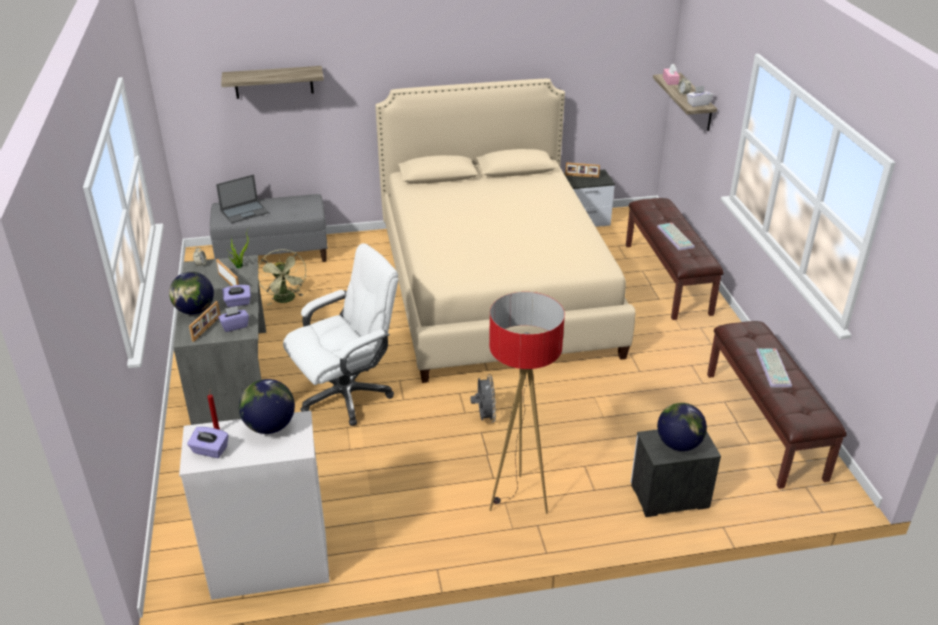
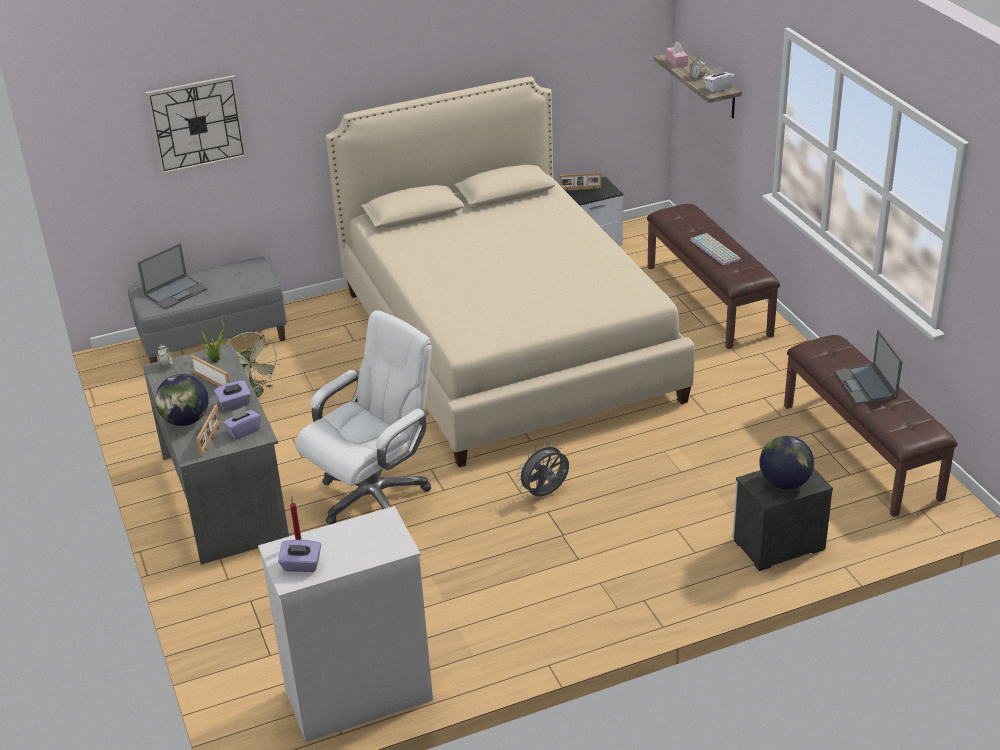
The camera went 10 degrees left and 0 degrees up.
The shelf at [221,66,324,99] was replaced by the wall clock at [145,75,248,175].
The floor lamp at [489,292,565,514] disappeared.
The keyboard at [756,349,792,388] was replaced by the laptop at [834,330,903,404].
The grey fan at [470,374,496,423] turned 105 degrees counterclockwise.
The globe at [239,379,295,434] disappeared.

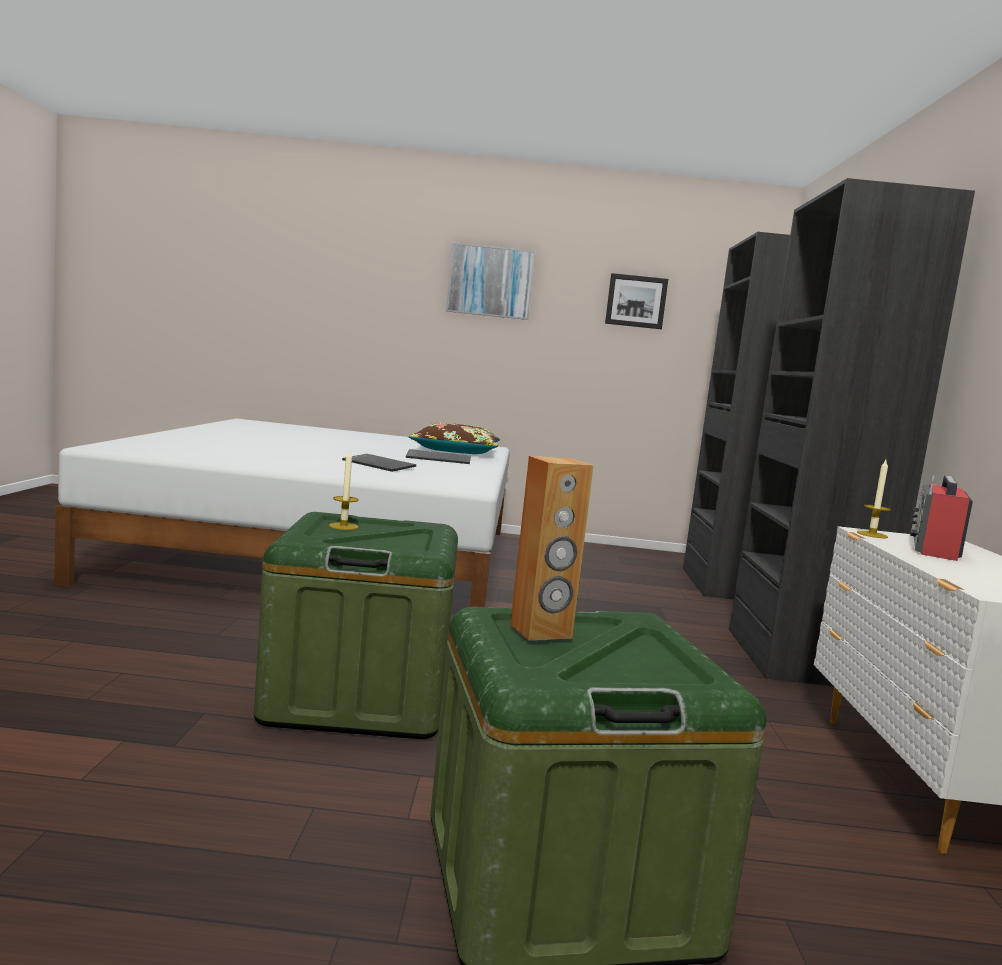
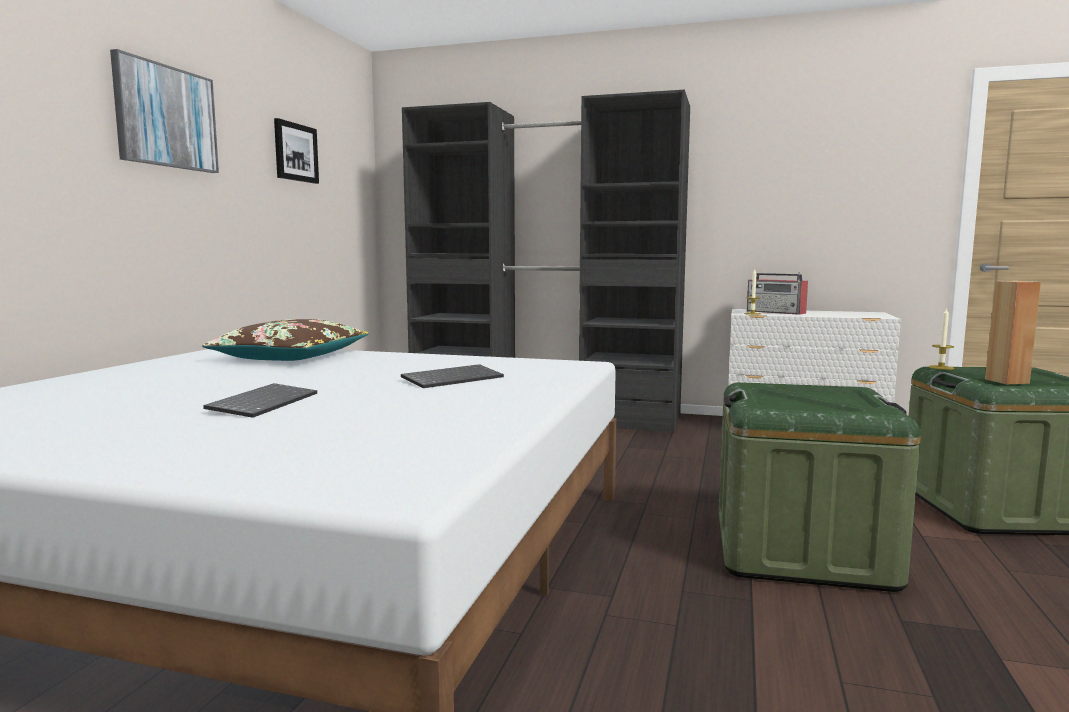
The camera went 75 degrees left and 0 degrees up.
The candle moved from [329,449,359,530] to [928,308,954,370].
The keyboard moved from [406,449,471,464] to [204,383,317,418].

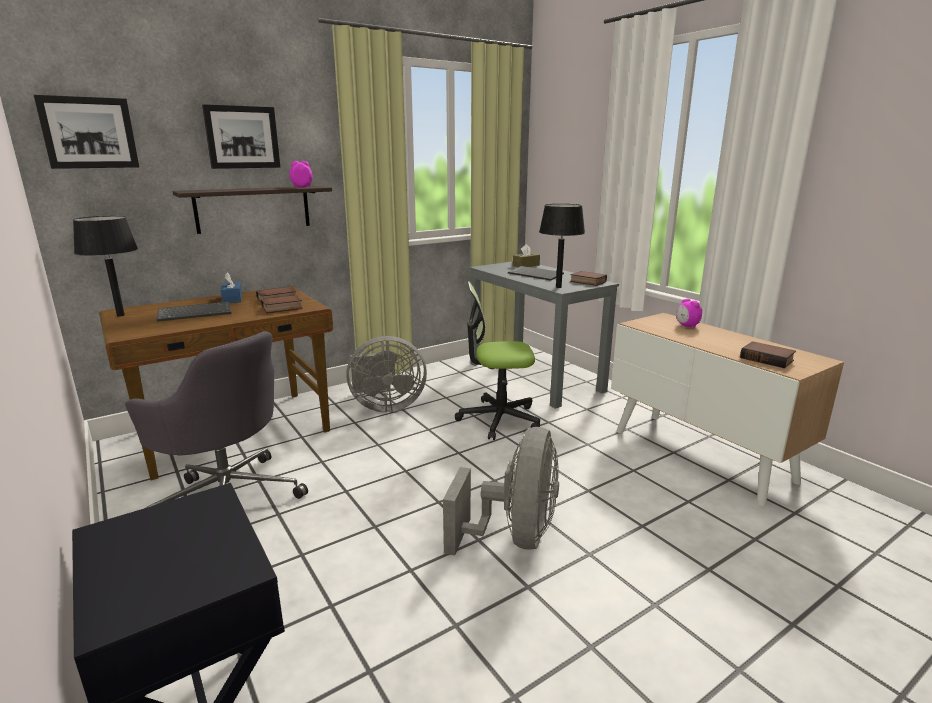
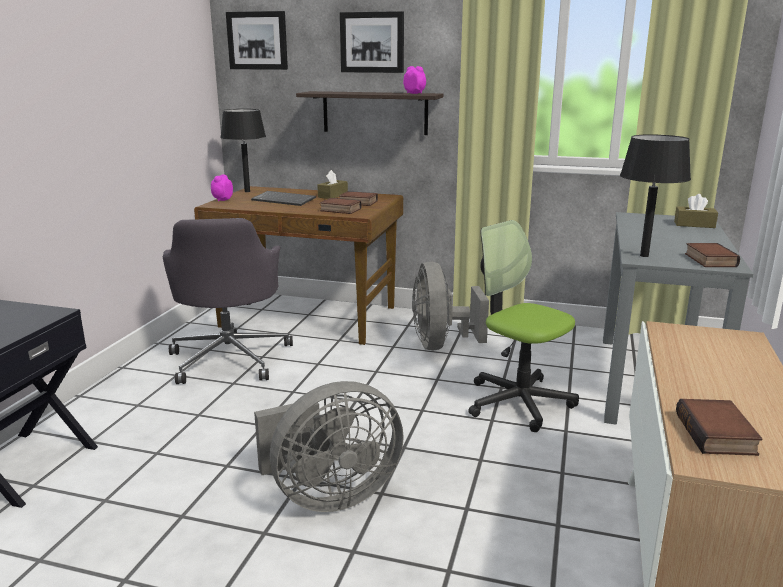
The camera went 50 degrees right and 0 degrees up.
The keyboard at [508,266,564,281] disappeared.
The blue tissue box at [221,273,242,303] became the brown tissue box at [317,170,348,199].
The alarm clock moved from [676,299,702,328] to [211,174,233,201].
The grey fan at [346,336,427,412] turned 45 degrees clockwise.

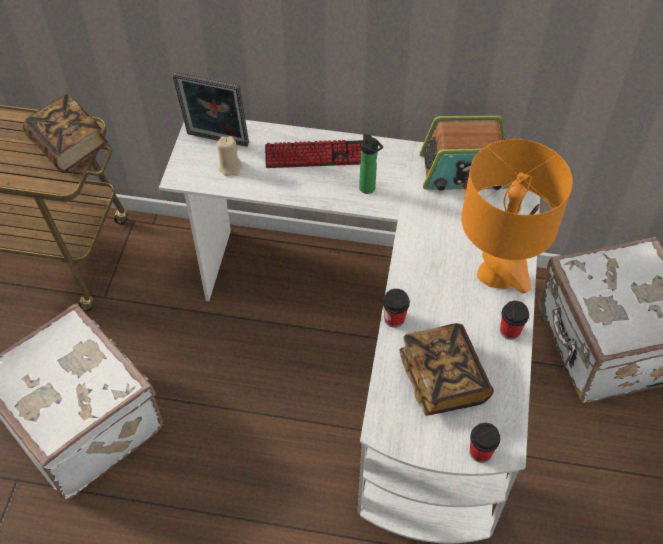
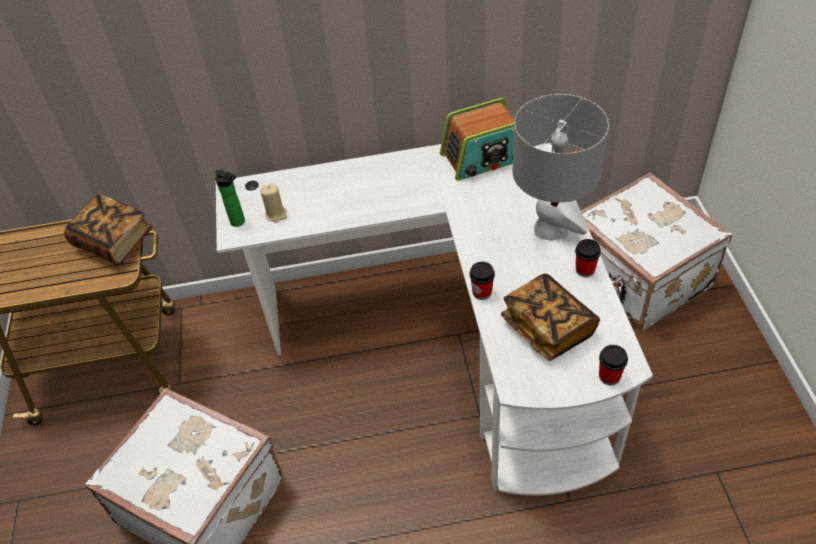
The camera went 15 degrees left and 5 degrees down.
The picture frame at [173,72,249,147] disappeared.
The bottle moved from [359,134,383,194] to [215,170,245,227].
The orange table lamp at [461,139,573,294] became the grey table lamp at [512,94,609,241].
The keyboard at [265,140,362,168] disappeared.

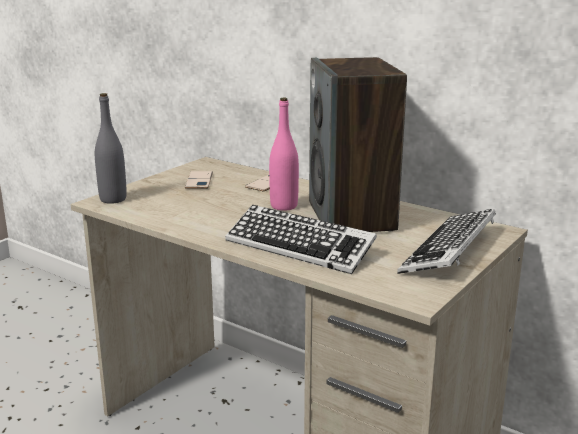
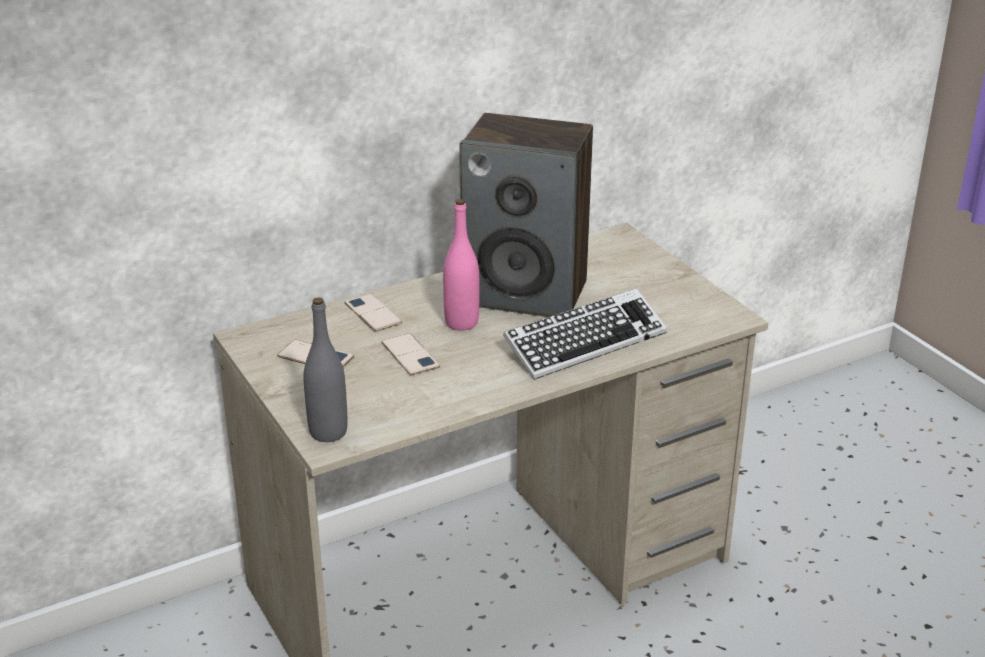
The camera went 65 degrees left and 10 degrees up.
The keyboard at [397,209,496,274] disappeared.
The phone at [382,333,440,376] appeared.

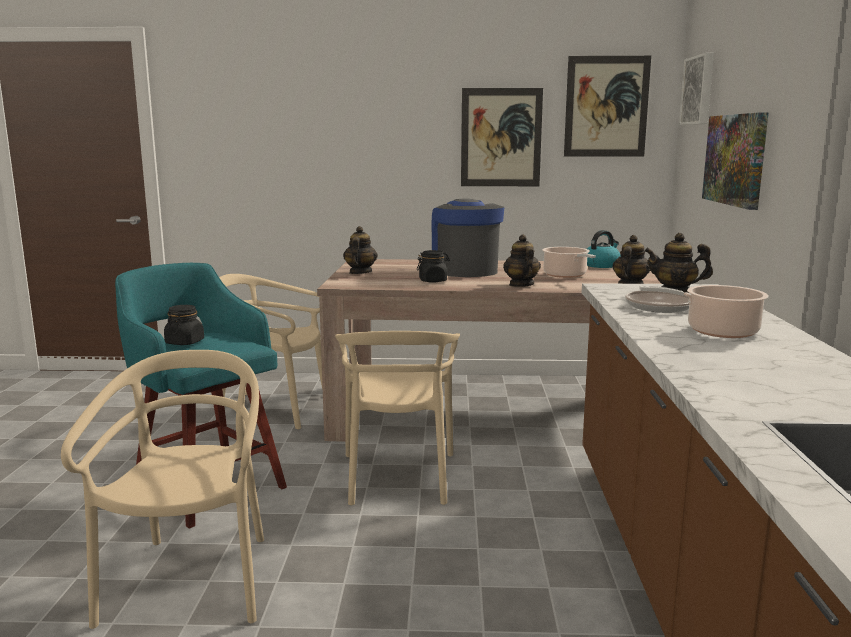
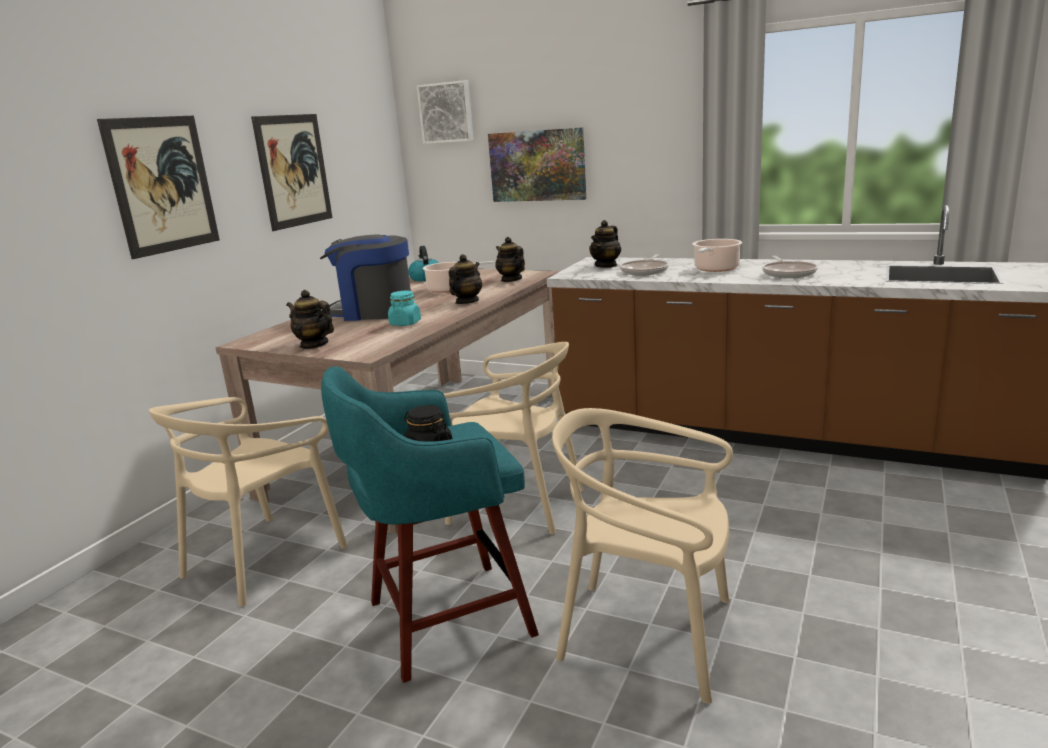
The camera went 65 degrees left and 5 degrees up.
The picture moved from [564,56,651,157] to [97,116,220,259].
The teapot at [503,234,541,287] turned 105 degrees clockwise.
The black jar at [417,250,450,283] became the turquoise jar at [388,290,421,326].
The frying pan at [762,256,818,278] appeared.

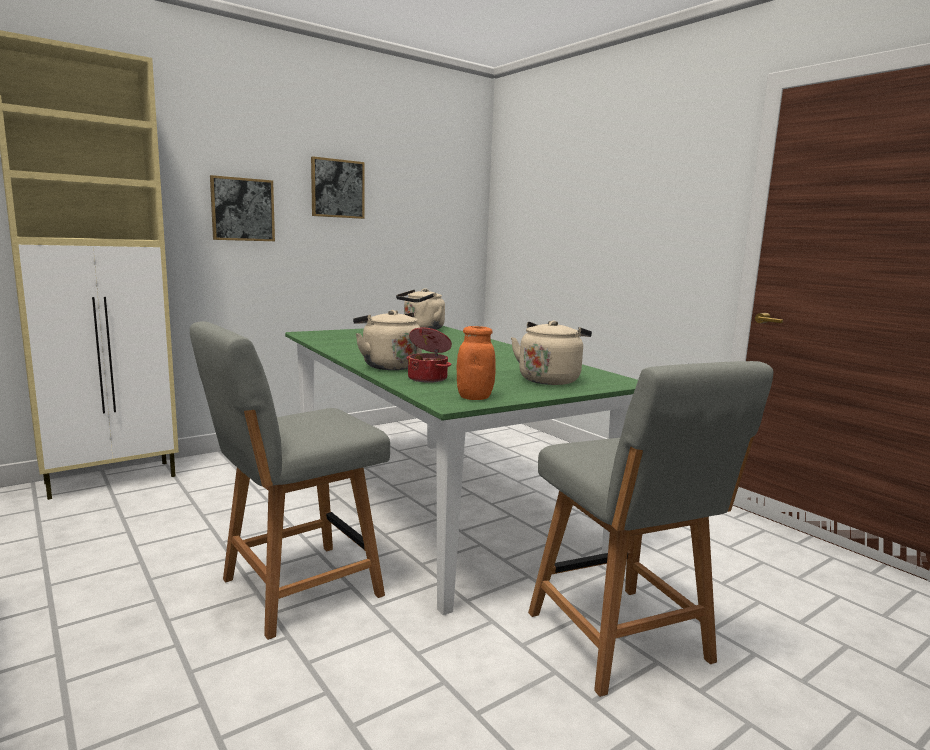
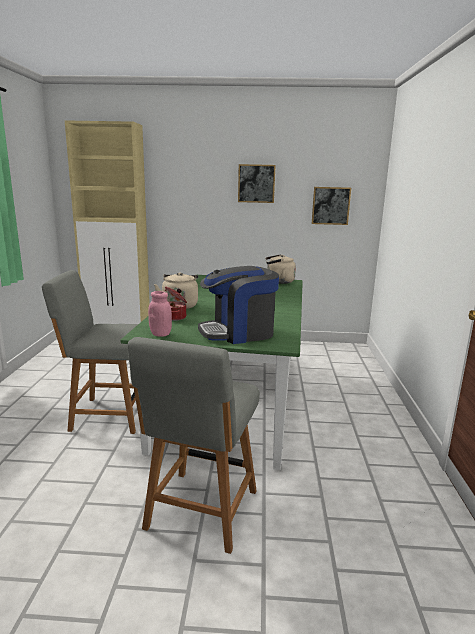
The camera went 40 degrees right and 5 degrees up.
The picture moved from [210,175,275,241] to [312,187,351,225].
The beige kettle at [511,321,592,385] was replaced by the coffee machine at [198,266,279,344].
The orange jar at [457,326,496,400] became the pink jar at [148,291,172,337].

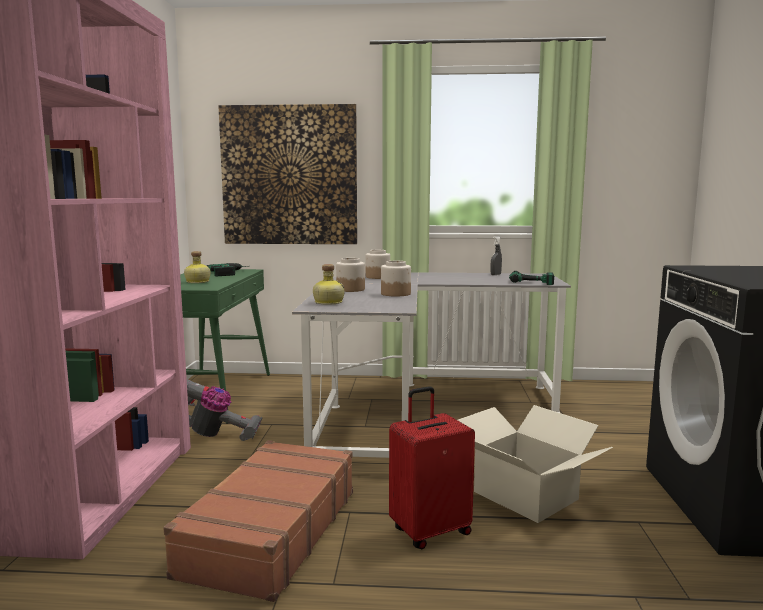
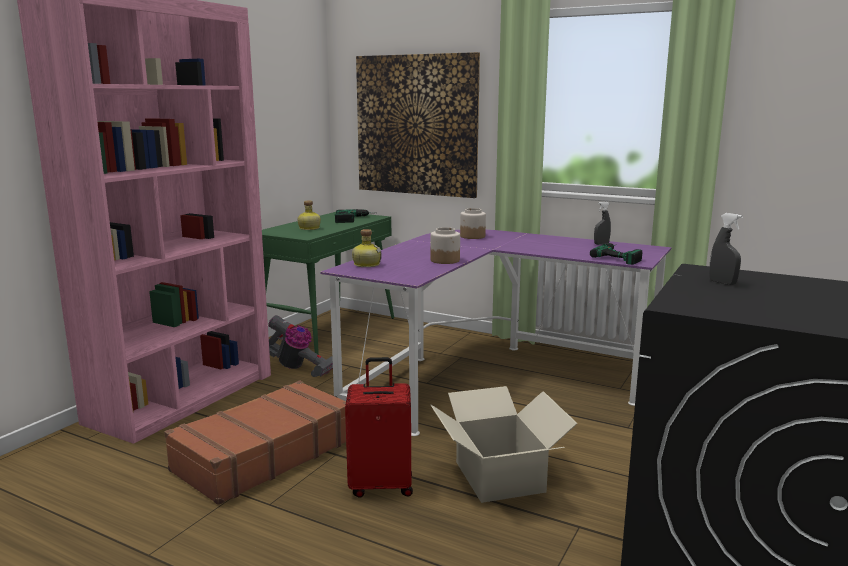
The camera went 25 degrees right and 5 degrees up.
The jar at [336,258,365,292] disappeared.
The grey desk at [292,272,571,458] became the purple desk at [320,230,671,436].
The grey spray bottle at [710,213,743,285] appeared.

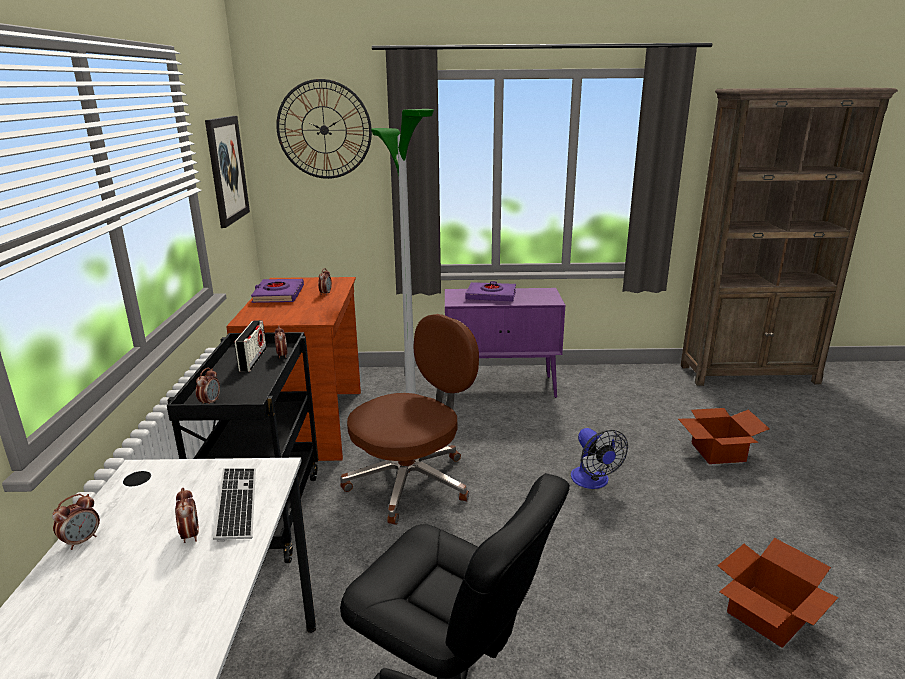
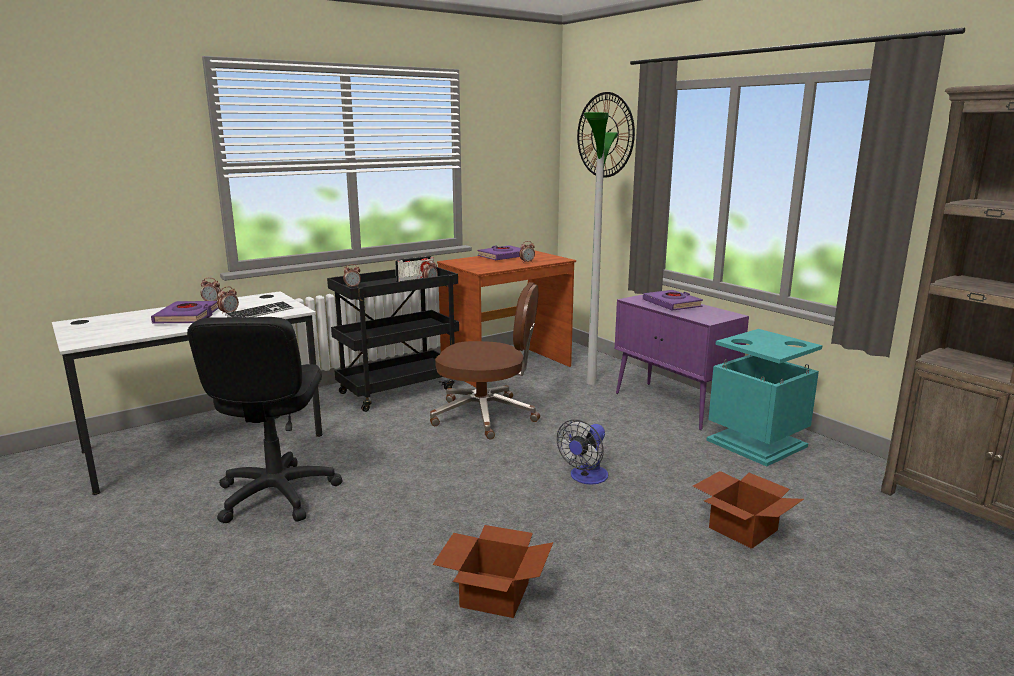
The camera went 55 degrees right and 5 degrees down.
The picture at [205,116,250,228] disappeared.
The purple book at [151,301,219,323] appeared.
The turquoise trash can at [706,329,822,467] appeared.

